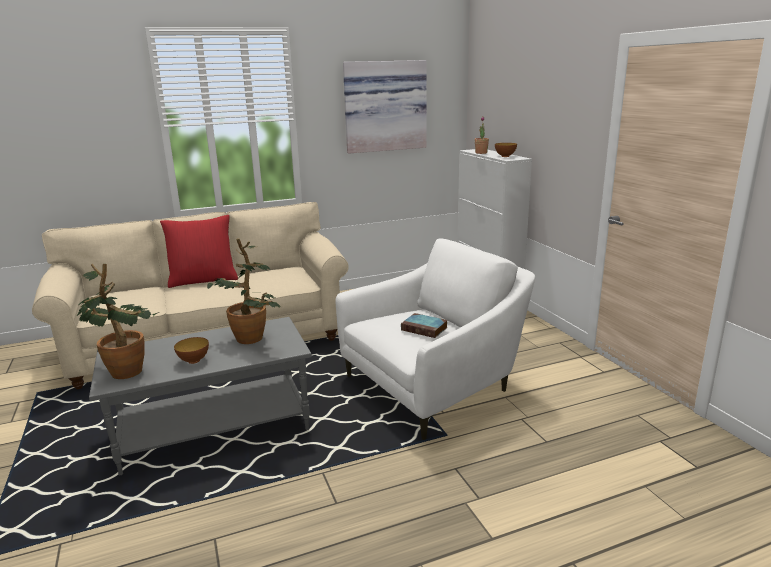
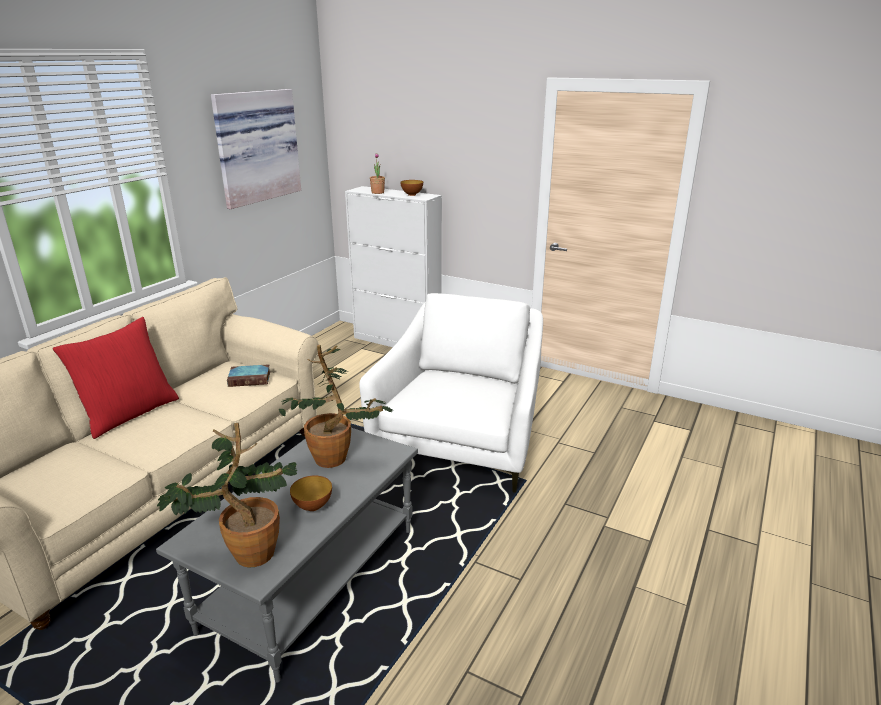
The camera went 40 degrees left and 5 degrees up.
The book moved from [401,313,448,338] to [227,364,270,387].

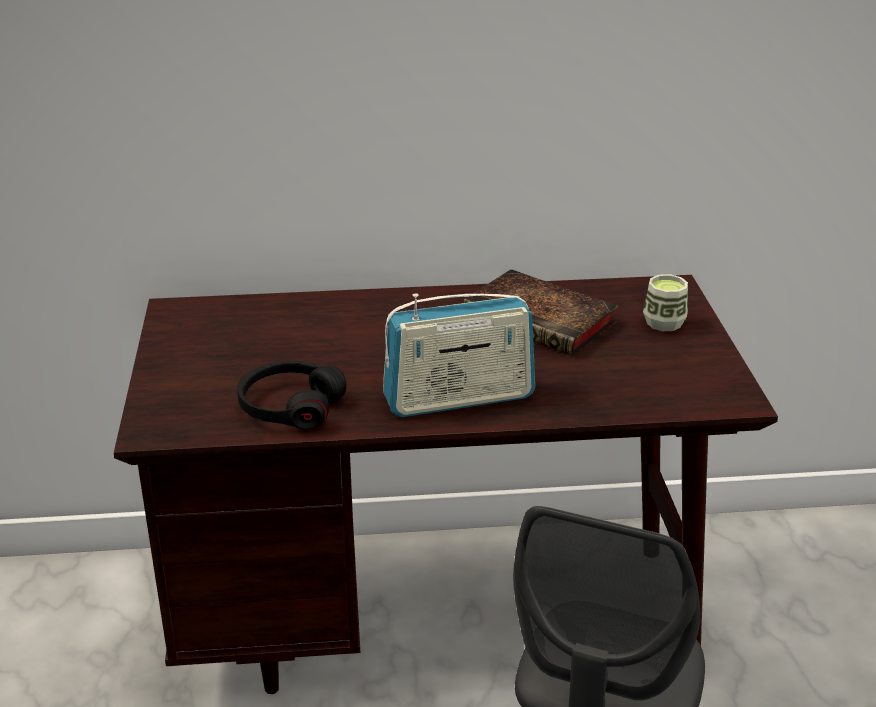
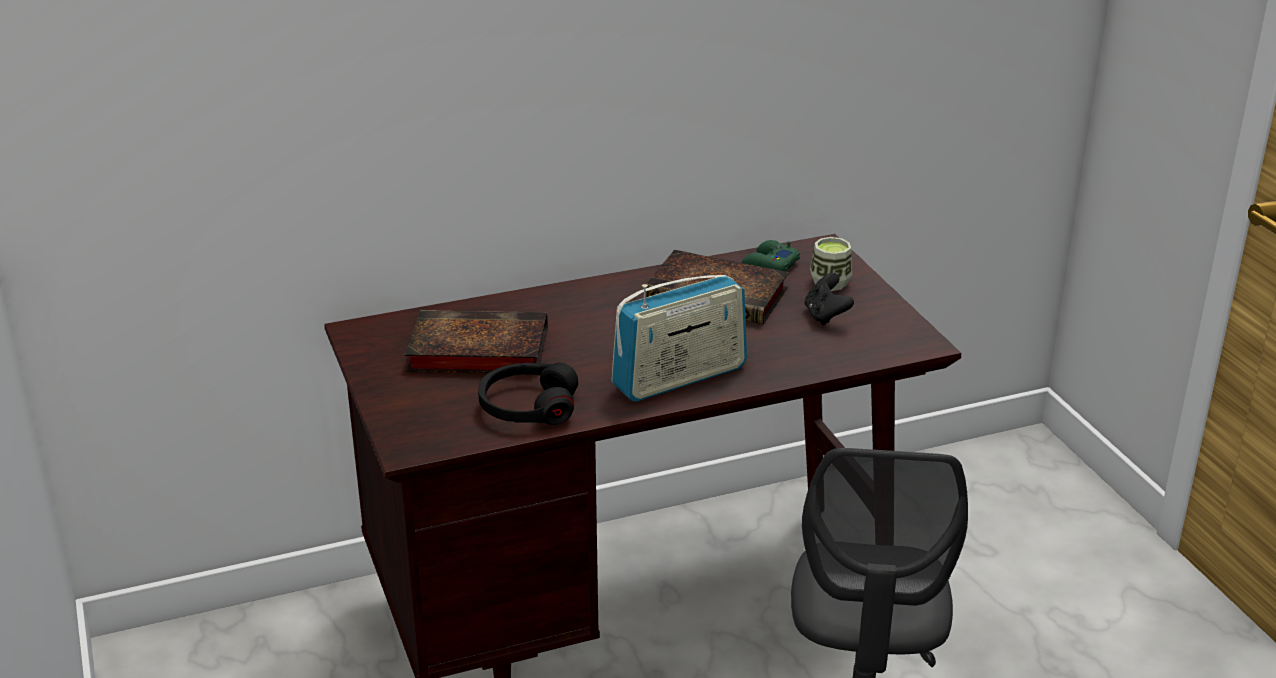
The camera went 15 degrees left and 0 degrees up.
The green game controller at [742,240,800,271] appeared.
The black game controller at [805,273,854,325] appeared.
The book at [405,310,548,373] appeared.

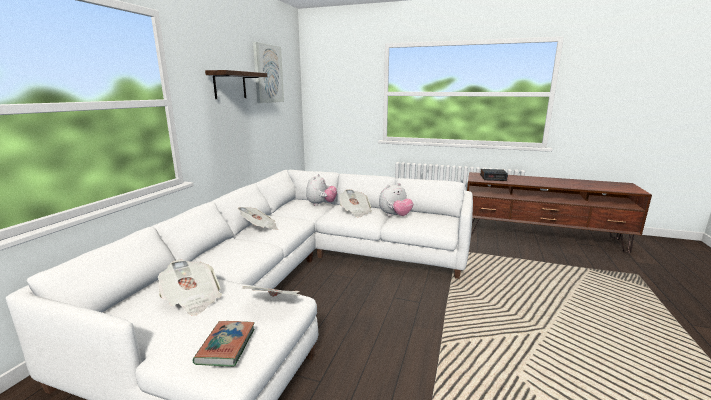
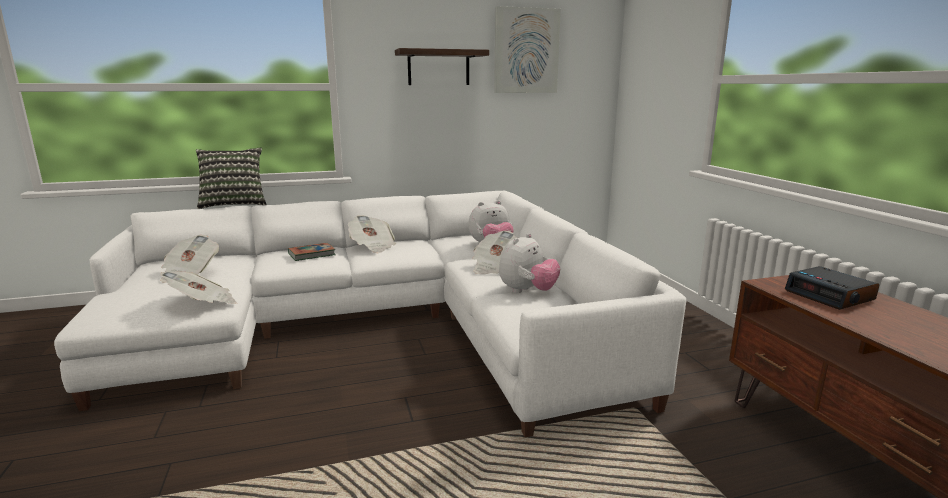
The camera went 55 degrees right and 0 degrees up.
The plush toy at [379,183,413,216] turned 75 degrees counterclockwise.
The book moved from [193,321,255,366] to [288,243,336,261].
The pillow at [196,147,267,209] appeared.

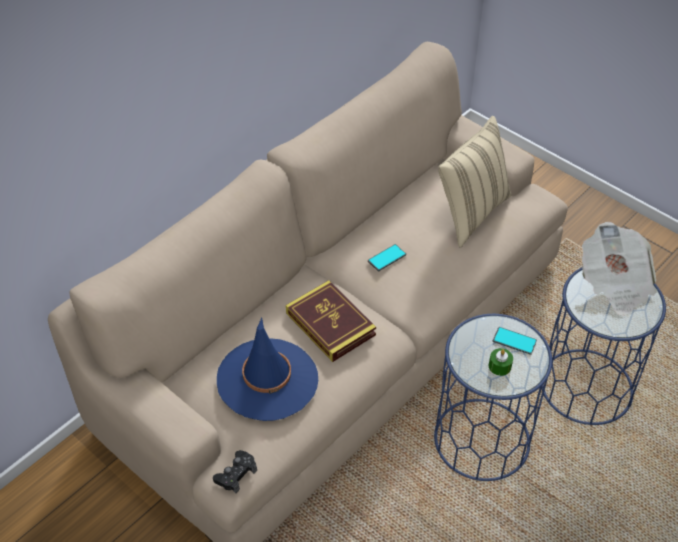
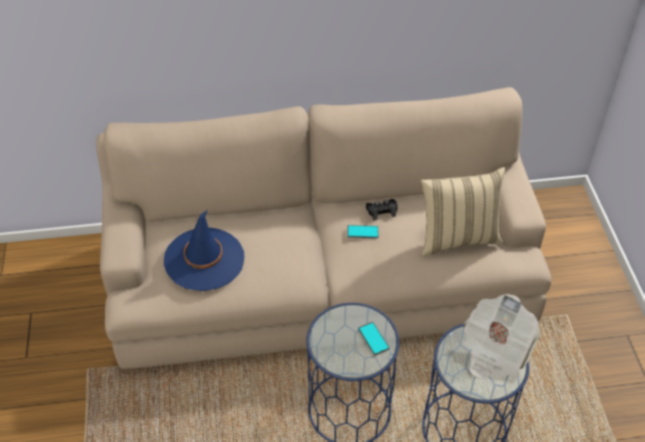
The camera went 40 degrees right and 0 degrees up.
The book at [286,280,376,362] disappeared.
The green candle at [489,348,513,376] disappeared.
The black game controller moved from [213,450,257,493] to [366,199,398,220].

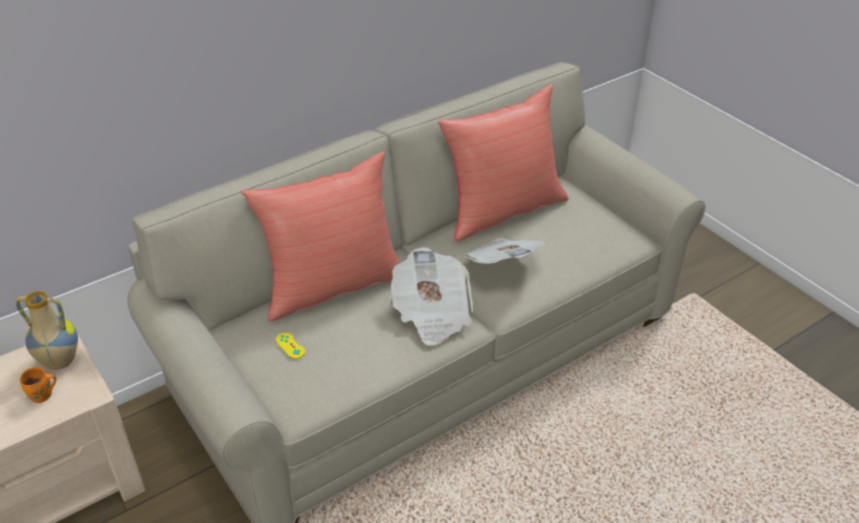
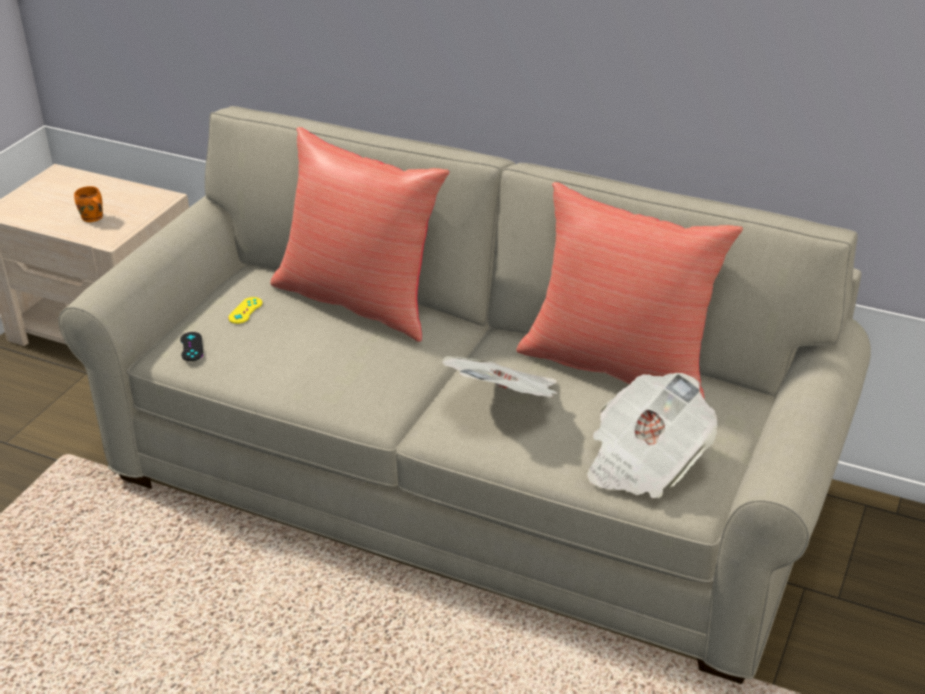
The camera went 60 degrees right and 5 degrees down.
The newspaper moved from [390,247,473,346] to [587,373,718,498].
The vase at [15,291,78,370] disappeared.
The black game controller at [180,332,203,361] appeared.

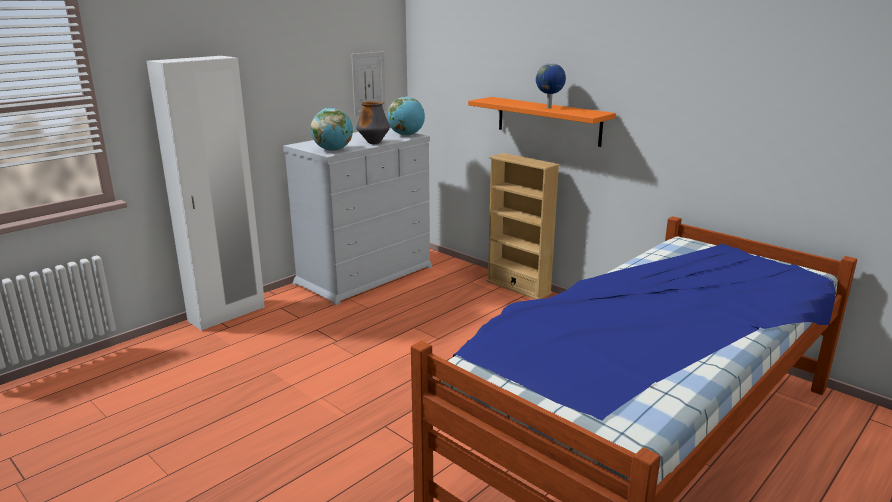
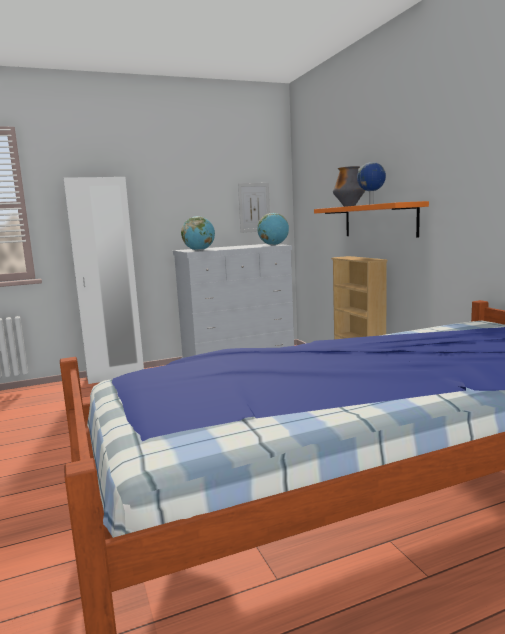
The camera went 25 degrees right and 10 degrees down.
The vase moved from [356,101,390,144] to [333,166,365,207].

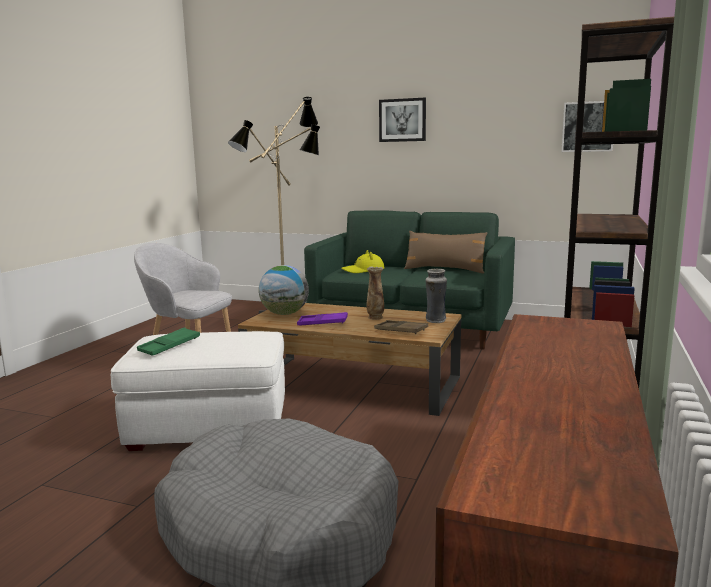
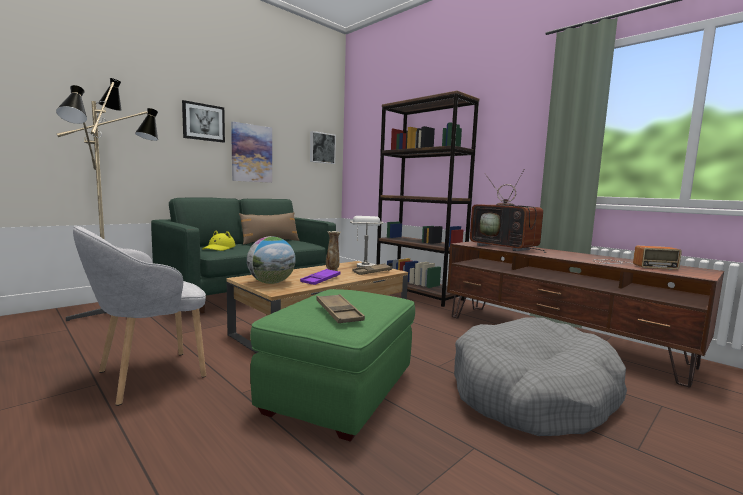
The camera went 65 degrees left and 5 degrees down.
The vase at [425,269,447,323] was replaced by the grey table lamp at [350,216,383,268].
The green tray at [137,327,200,356] became the brown tray at [316,294,365,323].
The white ottoman at [111,331,285,451] became the green ottoman at [250,289,415,442].
The picture at [231,122,272,183] appeared.
The television at [470,169,547,253] appeared.
The radio at [592,246,682,270] appeared.

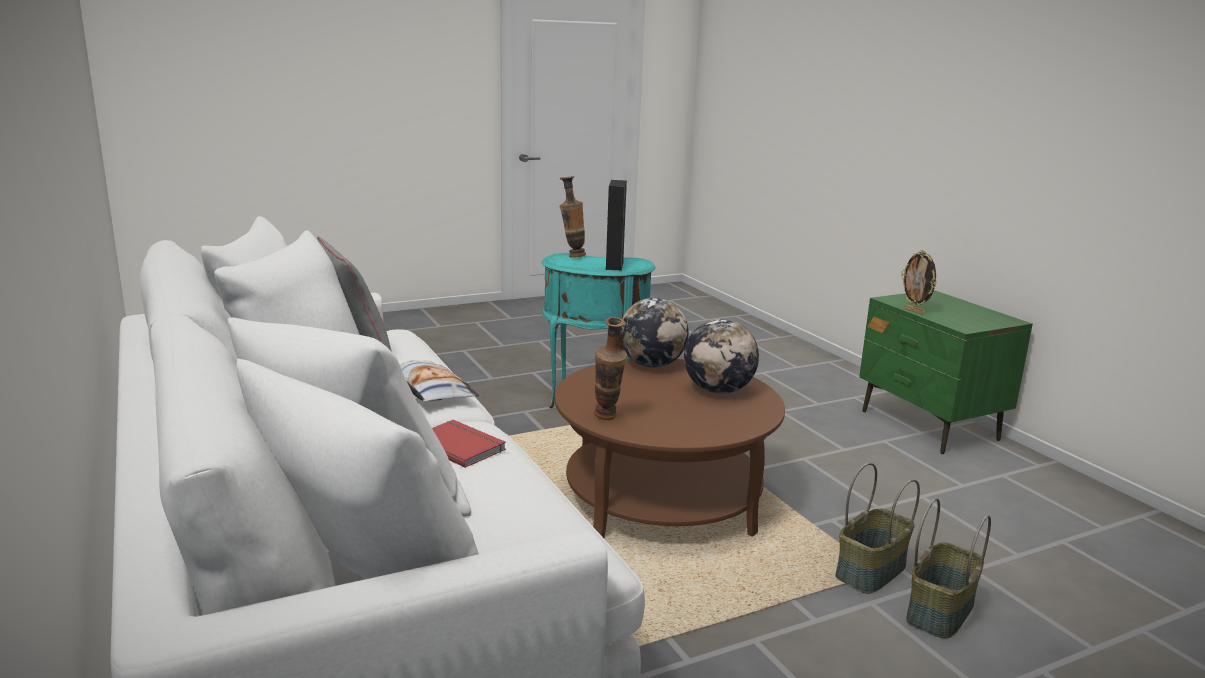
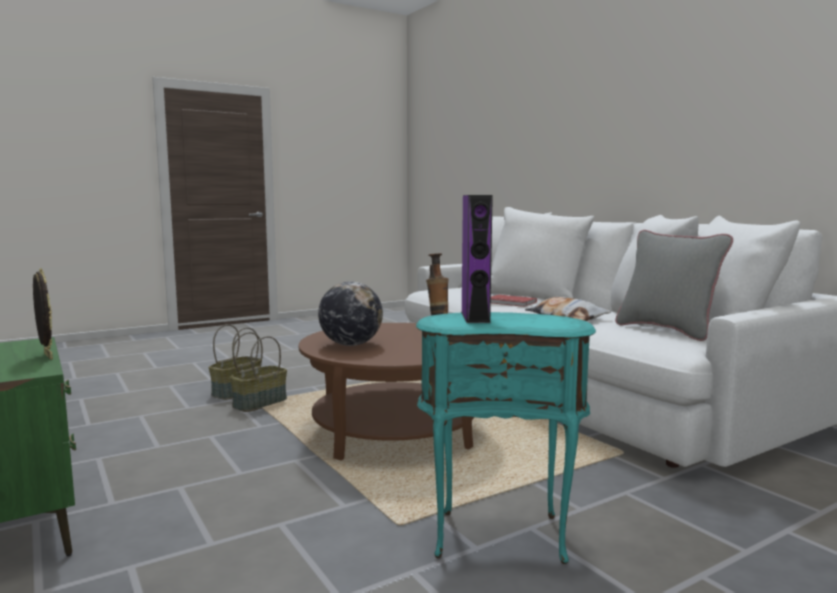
The camera went 175 degrees right and 10 degrees down.
The vase at [559,176,586,258] disappeared.
The black speaker at [605,180,627,271] became the purple speaker at [461,195,493,323].
The globe at [620,298,689,368] disappeared.

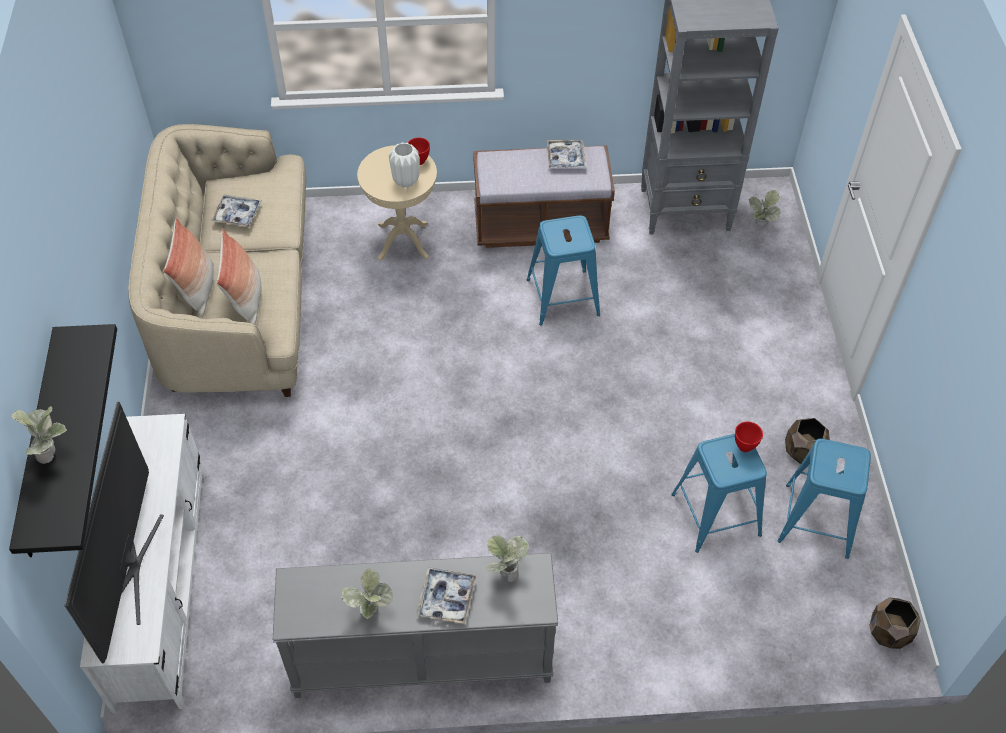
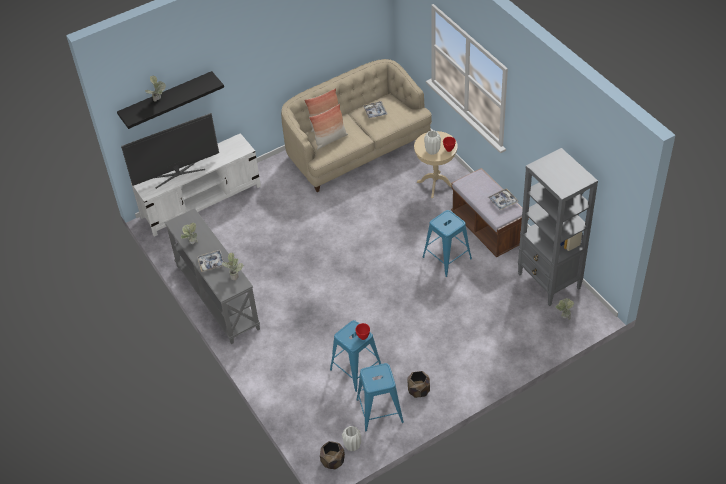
The camera went 65 degrees right and 5 degrees down.
The white vase at [342,426,361,451] appeared.

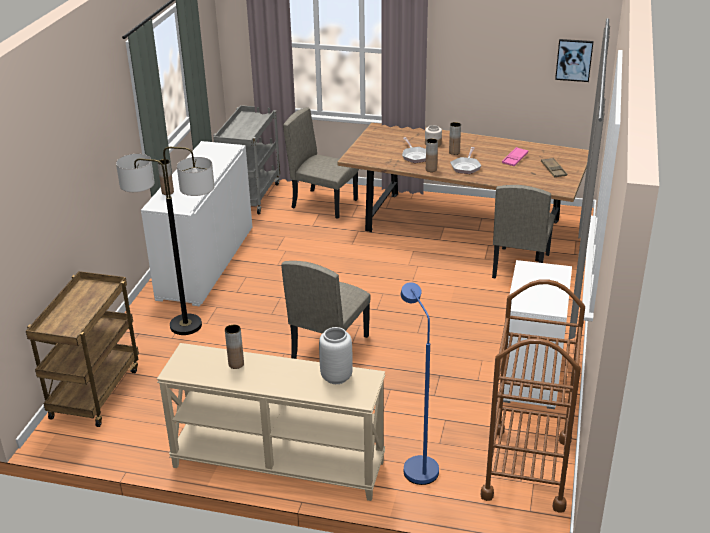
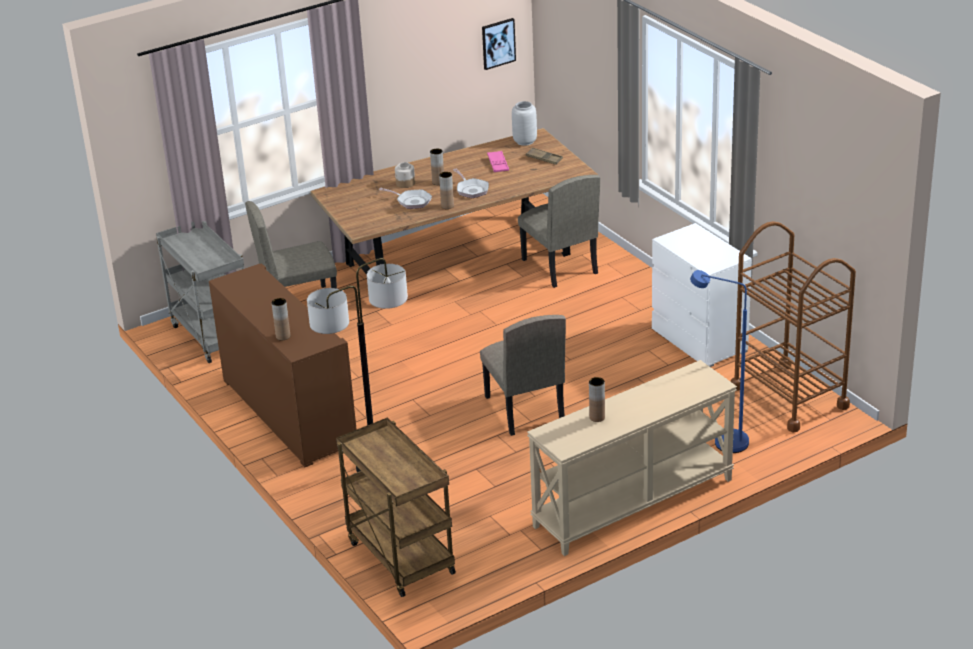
The camera went 45 degrees left and 0 degrees up.
The white cabinet at [141,141,252,306] became the brown cabinet at [209,263,357,467].
The grey vase moved from [319,327,353,384] to [512,101,537,146].

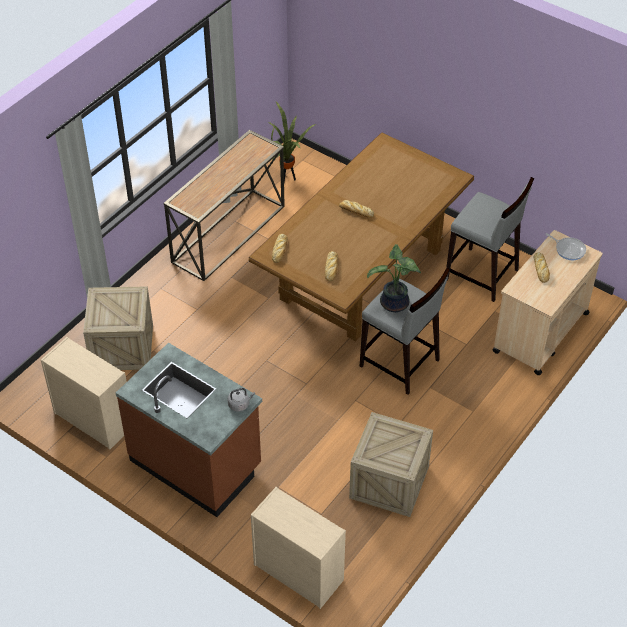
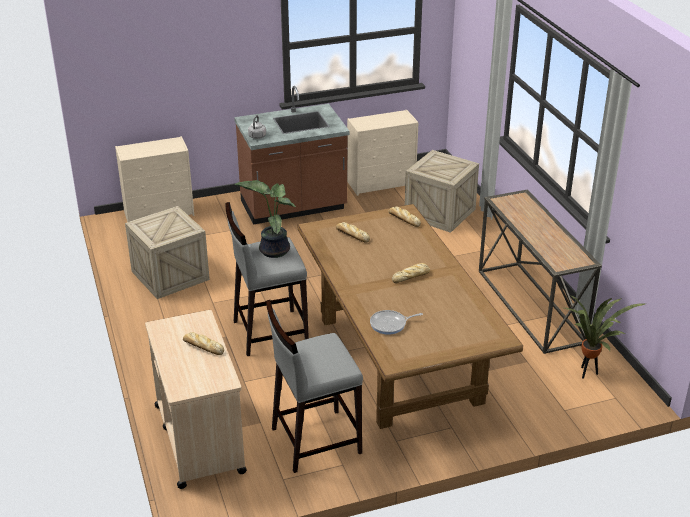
The camera went 125 degrees right and 15 degrees down.
The frying pan moved from [545,233,586,260] to [370,310,423,335].

